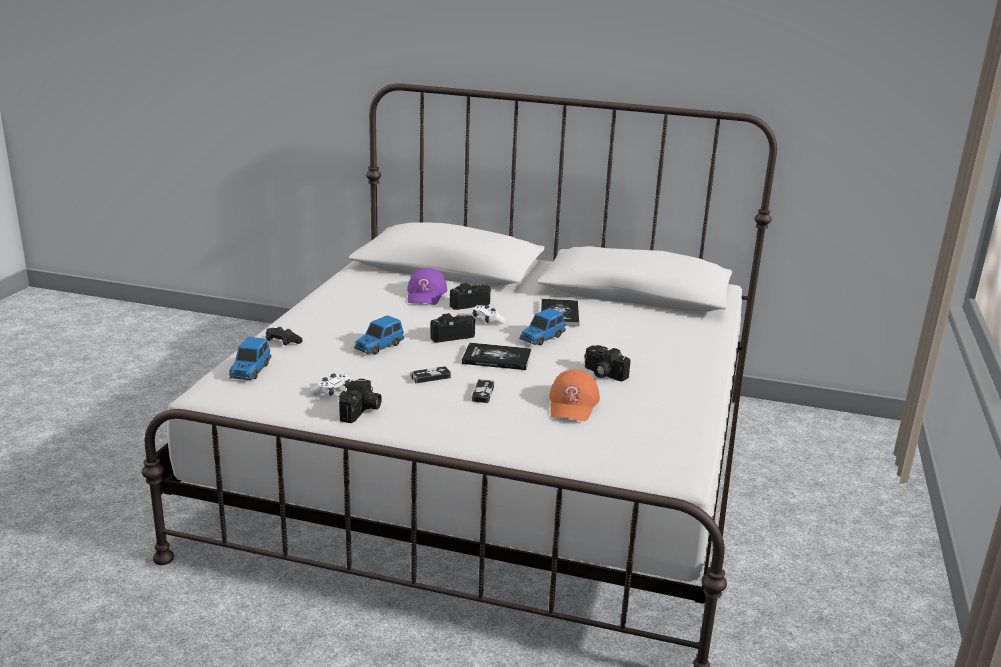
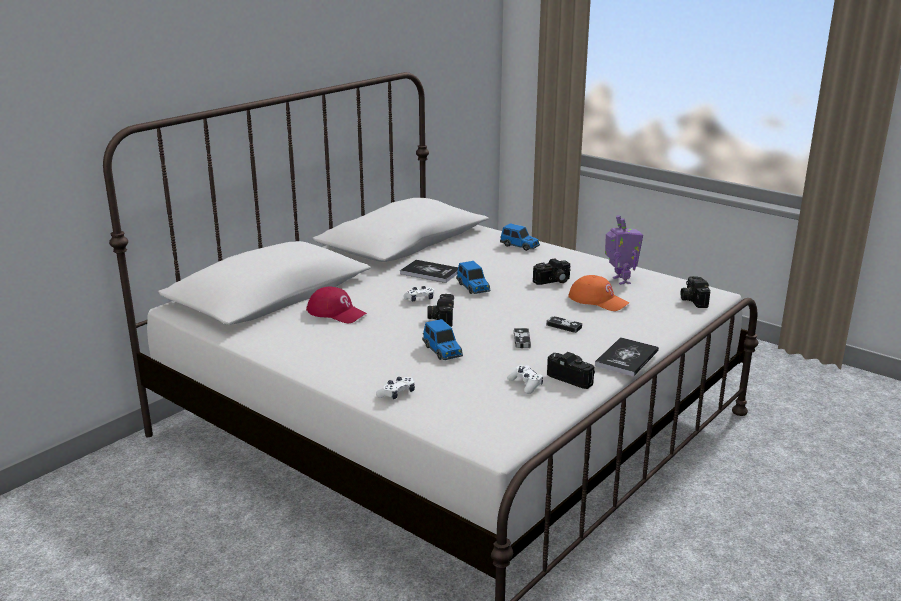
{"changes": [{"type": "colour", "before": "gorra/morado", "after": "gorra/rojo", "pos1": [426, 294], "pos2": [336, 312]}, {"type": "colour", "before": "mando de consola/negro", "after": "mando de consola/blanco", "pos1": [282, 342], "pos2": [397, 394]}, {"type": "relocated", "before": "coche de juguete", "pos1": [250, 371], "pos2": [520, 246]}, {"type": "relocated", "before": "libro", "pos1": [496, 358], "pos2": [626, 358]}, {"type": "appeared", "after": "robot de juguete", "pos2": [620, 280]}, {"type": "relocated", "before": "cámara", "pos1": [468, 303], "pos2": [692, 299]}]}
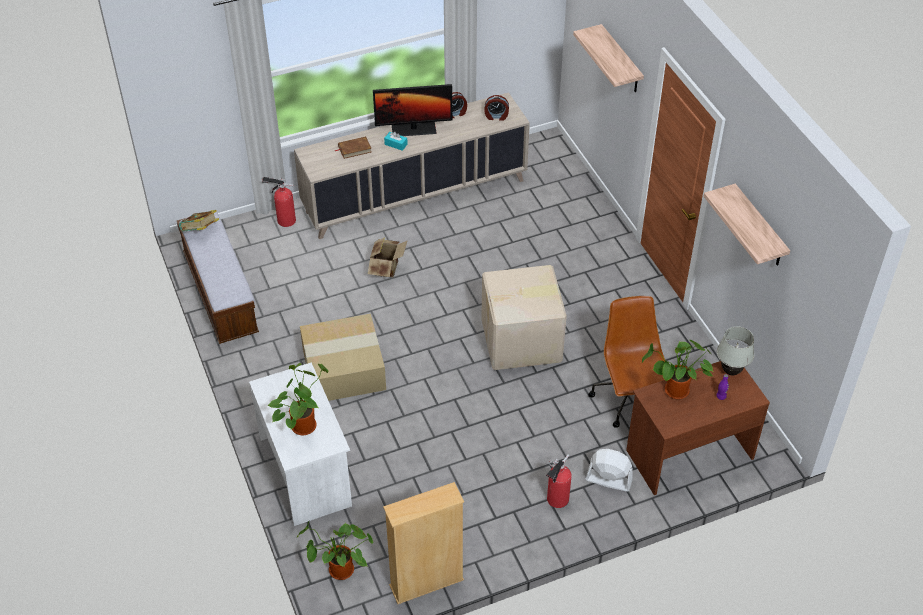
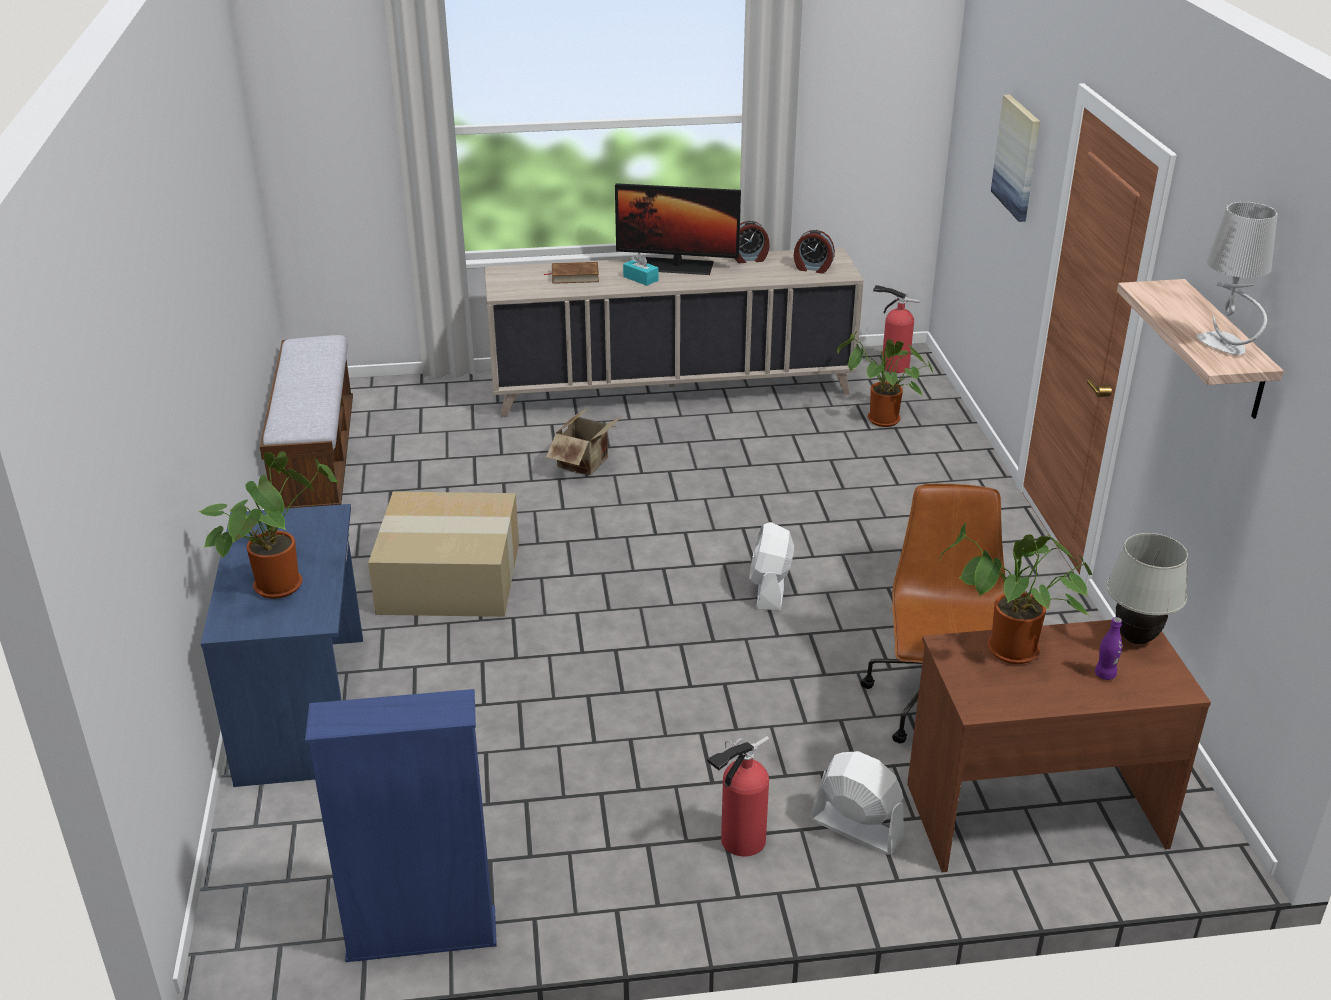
{"changes": [{"type": "colour", "before": "escritorio/blanco", "after": "escritorio/azul", "pos1": [306, 471], "pos2": [305, 707]}, {"type": "colour", "before": "estantería/beis", "after": "estantería/azul", "pos1": [426, 583], "pos2": [421, 935]}, {"type": "exchanged", "before": "caja de cartón", "after": "ventilador/blanco", "pos1": [522, 341], "pos2": [769, 589]}, {"type": "relocated", "before": "planta en maceta", "pos1": [338, 572], "pos2": [880, 421]}, {"type": "relocated", "before": "extintor", "pos1": [284, 220], "pos2": [892, 366]}, {"type": "exchanged", "before": "estante", "after": "cuadro", "pos1": [621, 60], "pos2": [1017, 157]}, {"type": "appeared", "after": "lámpara de mesa/gris", "pos2": [1223, 344]}, {"type": "missing", "before": "libro", "pos1": [200, 231]}]}
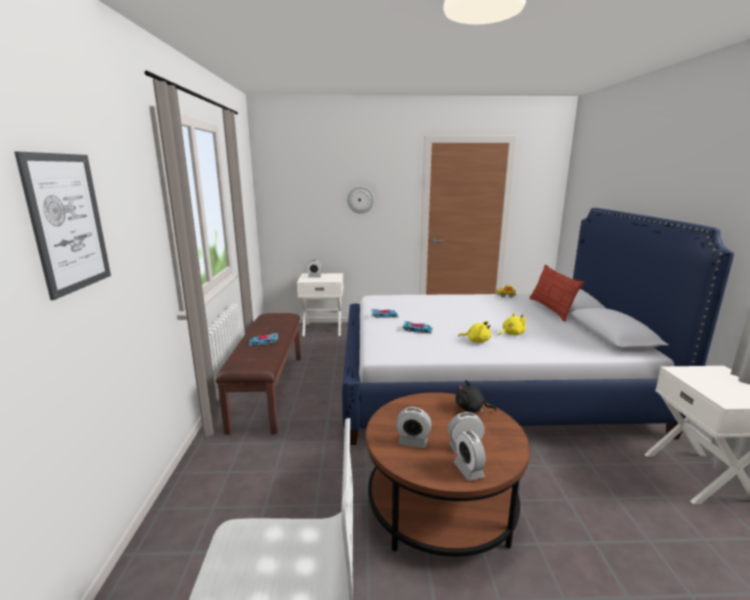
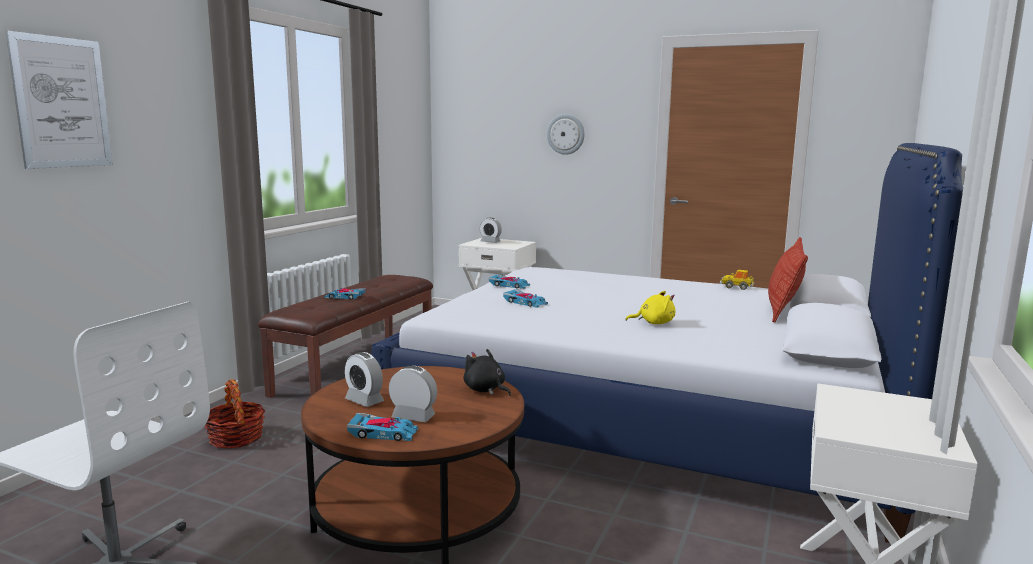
{"changes": [{"type": "appeared", "after": "cesta", "pos2": [236, 438]}, {"type": "exchanged", "before": "despertador", "after": "coche de juguete", "pos1": [468, 470], "pos2": [383, 433]}, {"type": "missing", "before": "peluche/amarillo", "pos1": [476, 341]}]}
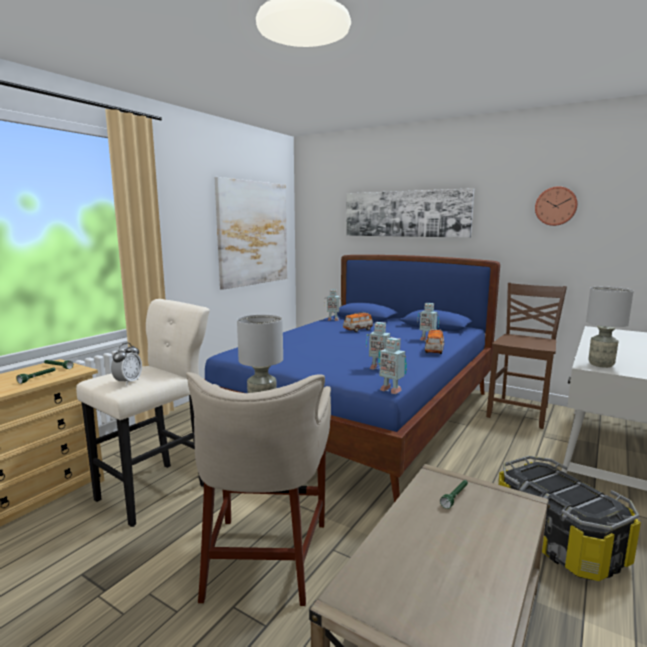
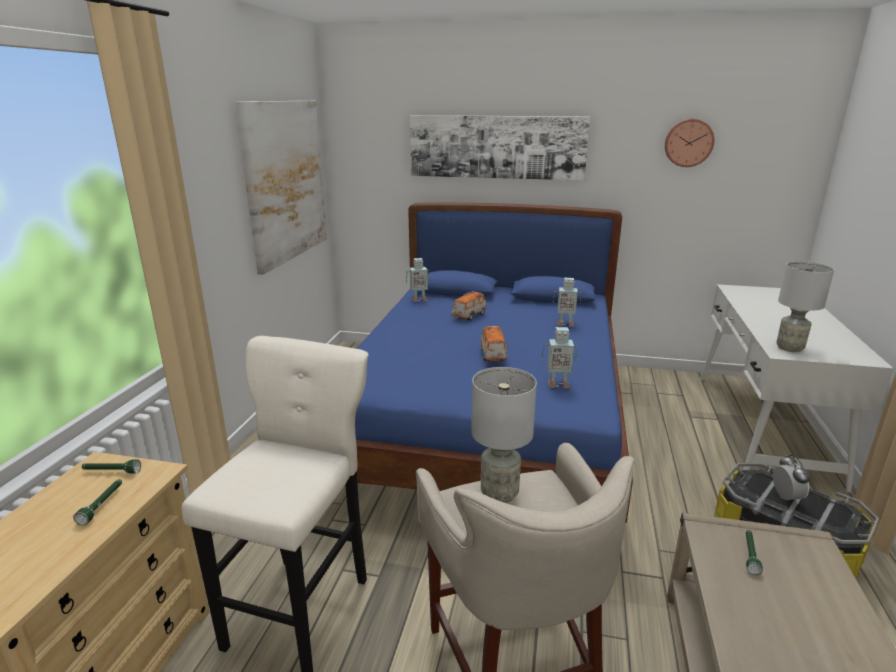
{"changes": [{"type": "relocated", "before": "coche de juguete", "pos1": [434, 351], "pos2": [493, 355]}, {"type": "relocated", "before": "despertador", "pos1": [128, 382], "pos2": [786, 497]}, {"type": "missing", "before": "robot de juguete", "pos1": [391, 390]}, {"type": "missing", "before": "silla/marrón", "pos1": [520, 412]}]}
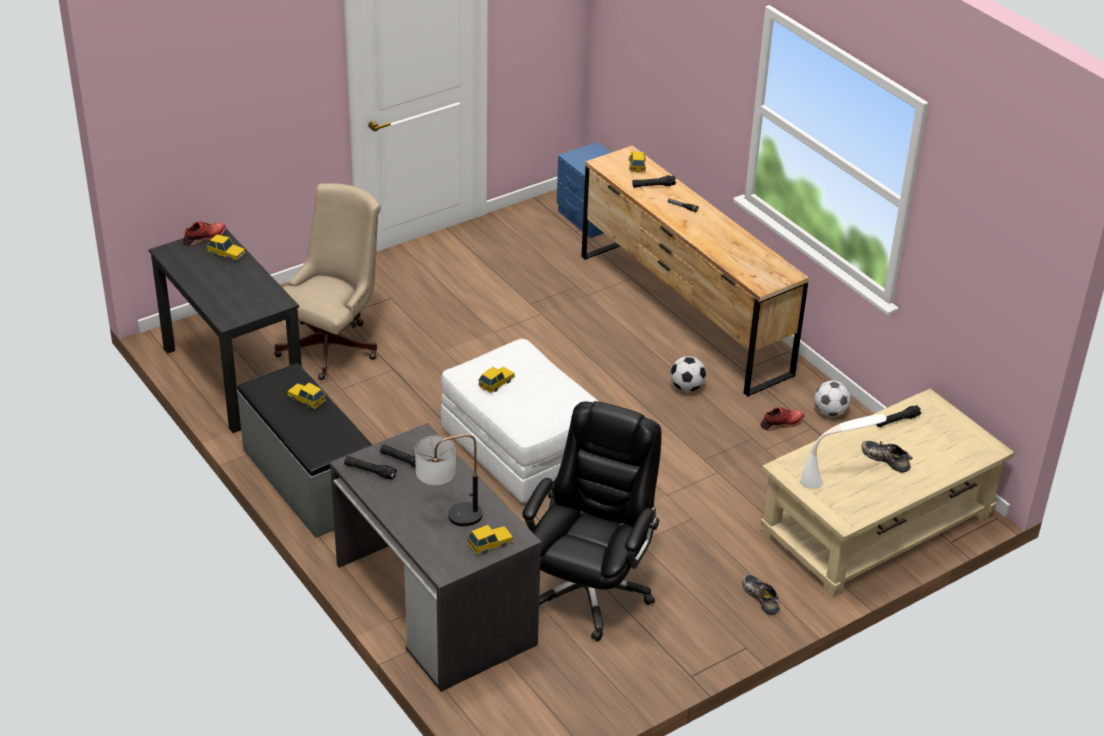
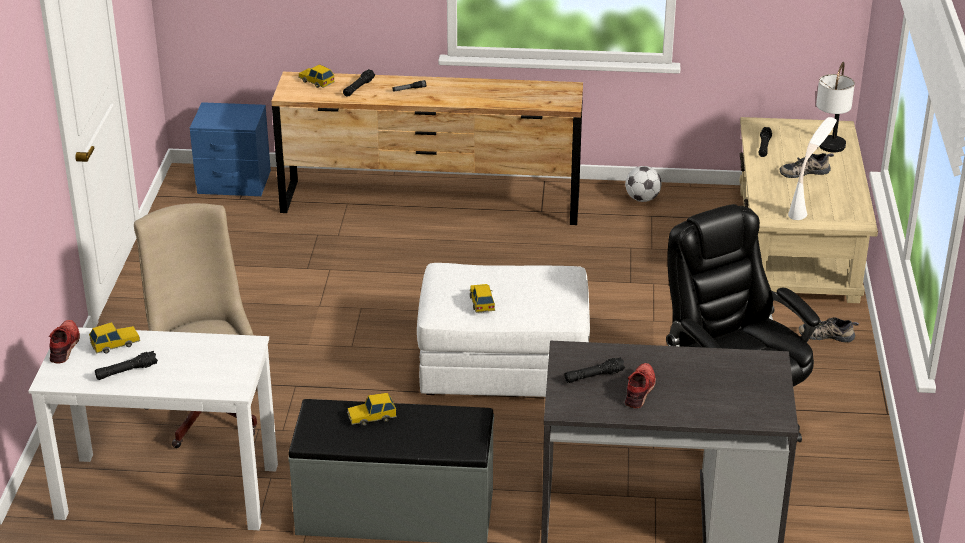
{"changes": [{"type": "colour", "before": "escritorio/negro", "after": "escritorio/blanco", "pos1": [232, 376], "pos2": [167, 491]}, {"type": "relocated", "before": "linterna/negro", "pos1": [370, 471], "pos2": [126, 371]}, {"type": "relocated", "before": "zapato/rojo", "pos1": [782, 423], "pos2": [640, 390]}, {"type": "relocated", "before": "lámpara de mesa", "pos1": [448, 519], "pos2": [829, 152]}, {"type": "missing", "before": "coche de juguete", "pos1": [490, 544]}, {"type": "missing", "before": "balón de fútbol", "pos1": [687, 387]}]}
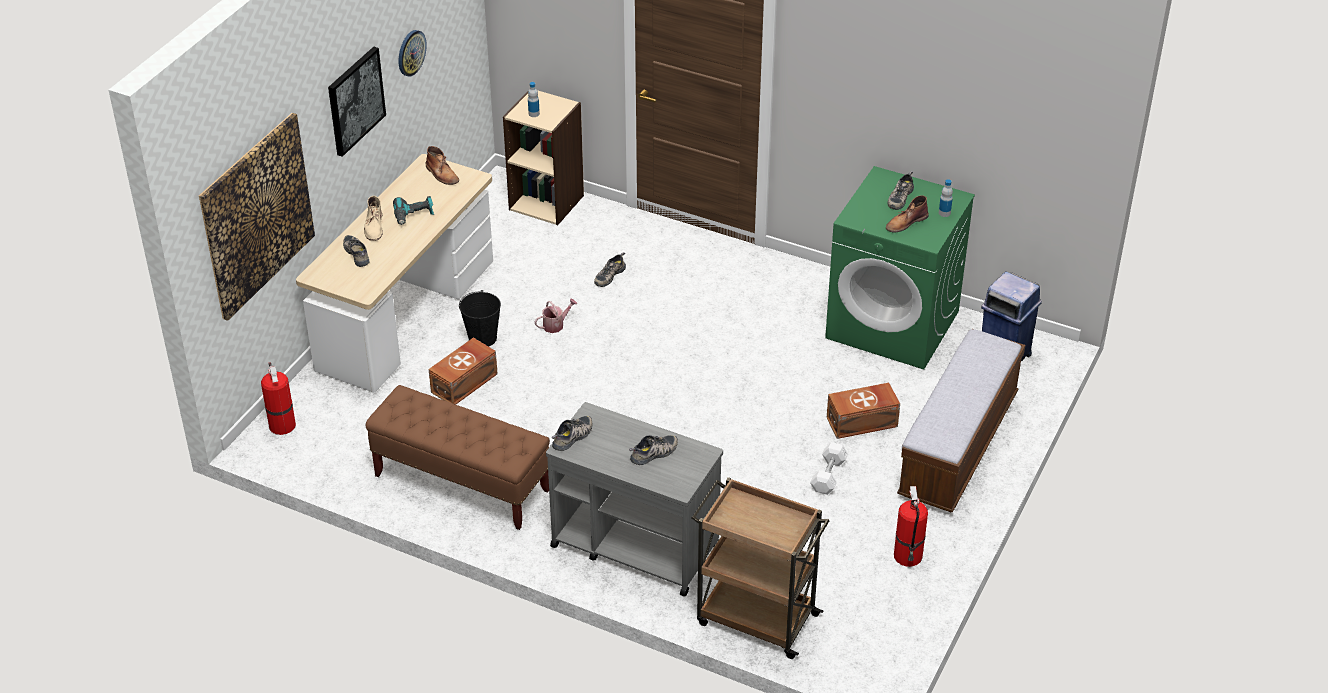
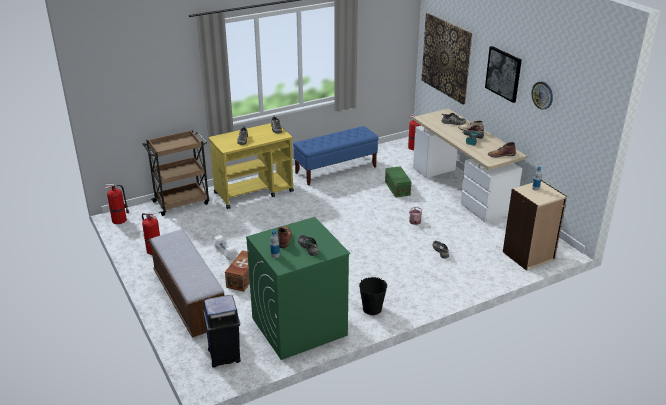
{"changes": [{"type": "appeared", "after": "extintor", "pos2": [120, 220]}, {"type": "colour", "before": "carrito/gris", "after": "carrito/amarillo", "pos1": [634, 545], "pos2": [254, 192]}, {"type": "colour", "before": "banco/marrón", "after": "banco/azul", "pos1": [461, 483], "pos2": [336, 170]}, {"type": "relocated", "before": "cubo/negro", "pos1": [482, 338], "pos2": [372, 309]}, {"type": "colour", "before": "caja de almacenaje/marrón", "after": "caja de almacenaje/verde", "pos1": [465, 383], "pos2": [397, 189]}]}
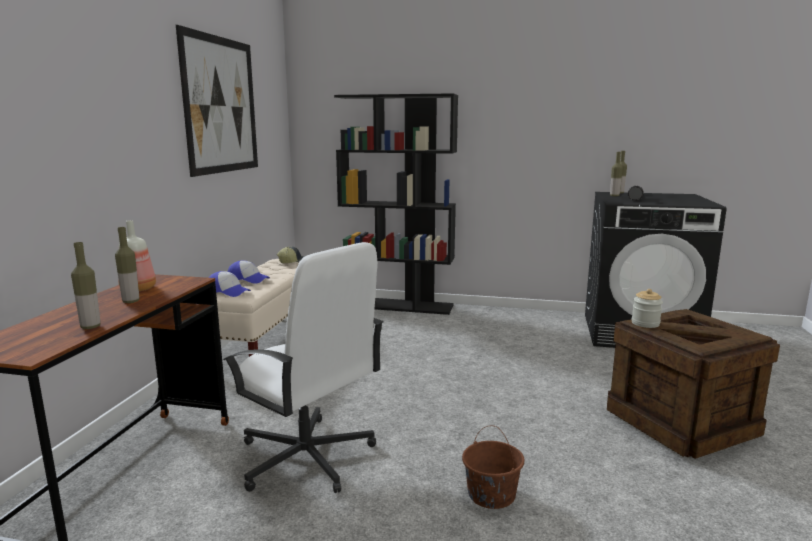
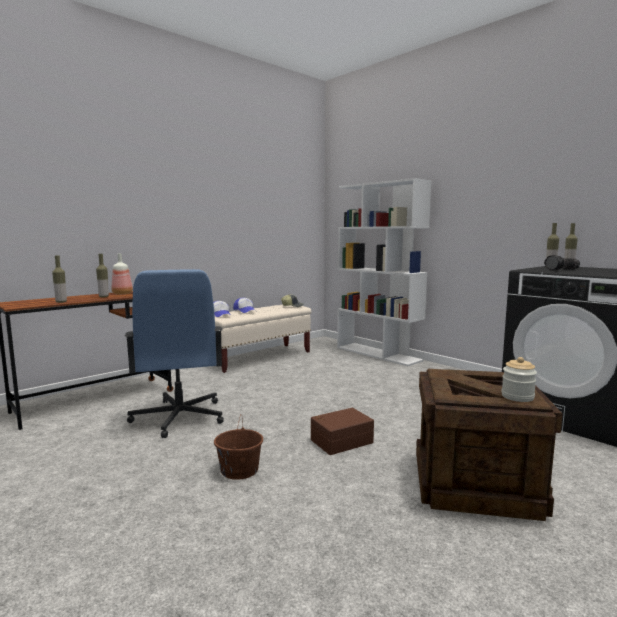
{"changes": [{"type": "colour", "before": "silla de oficina/blanco", "after": "silla de oficina/azul", "pos1": [307, 458], "pos2": [179, 417]}, {"type": "appeared", "after": "caja de almacenaje/marrón", "pos2": [340, 440]}, {"type": "colour", "before": "estantería/negro", "after": "estantería/blanco", "pos1": [398, 305], "pos2": [378, 354]}, {"type": "relocated", "before": "tarro", "pos1": [645, 323], "pos2": [517, 397]}, {"type": "missing", "before": "cuadro", "pos1": [221, 105]}]}
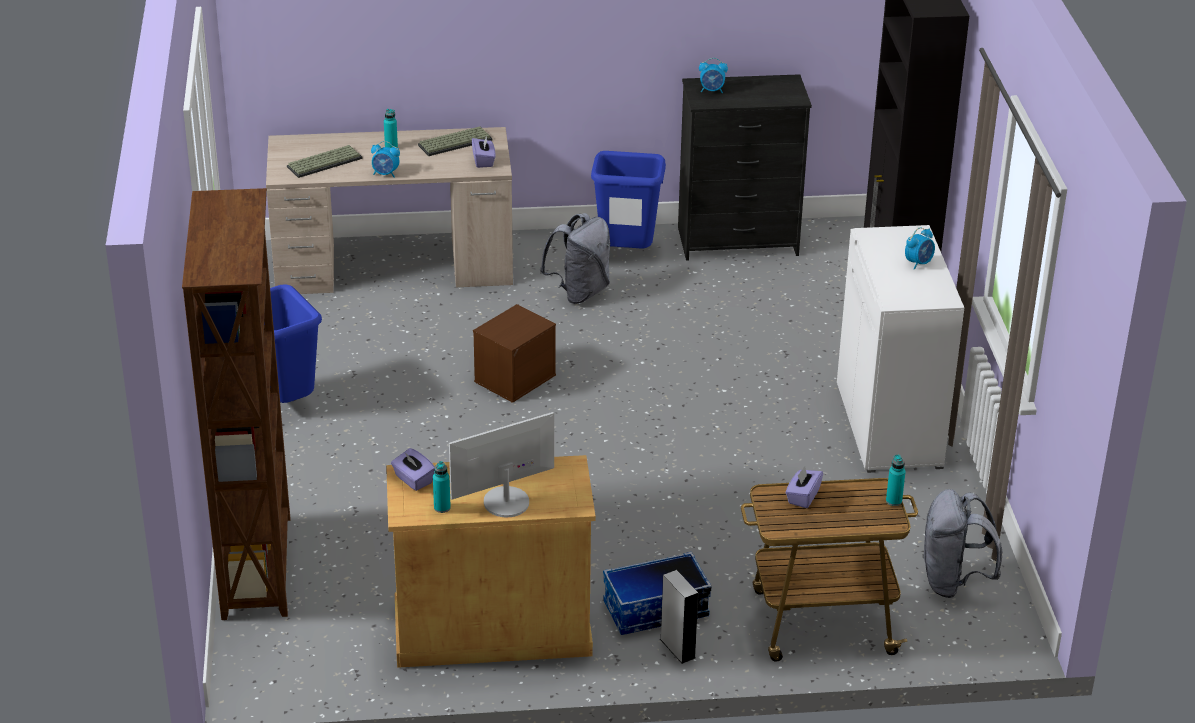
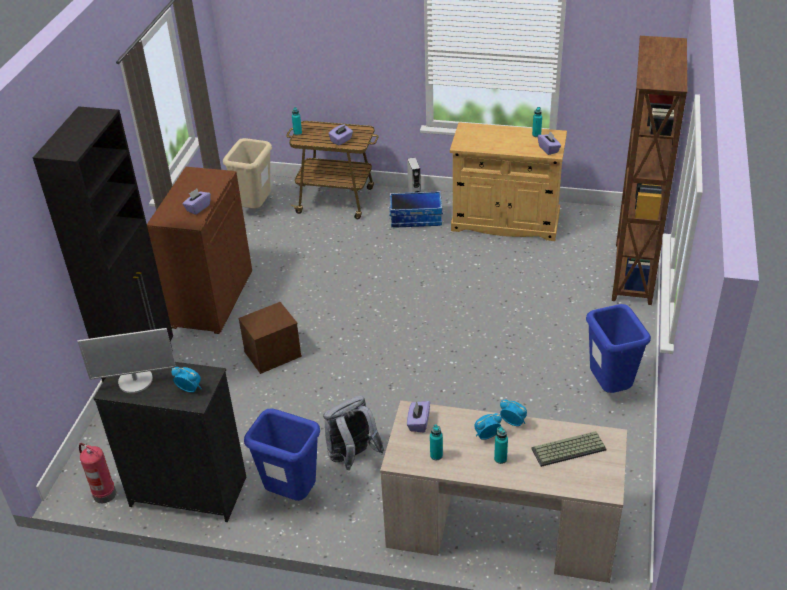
{"changes": [{"type": "relocated", "before": "monitor", "pos1": [505, 502], "pos2": [135, 381]}, {"type": "appeared", "after": "extintor", "pos2": [103, 494]}, {"type": "colour", "before": "armario/blanco", "after": "armario/marrón", "pos1": [890, 426], "pos2": [212, 298]}, {"type": "appeared", "after": "caja de pañuelos/morado", "pos2": [198, 208]}, {"type": "exchanged", "before": "mochila/gris", "after": "papelera/beis", "pos1": [953, 582], "pos2": [256, 209]}, {"type": "relocated", "before": "caja de almacenaje/marrón", "pos1": [515, 377], "pos2": [272, 354]}, {"type": "exchanged", "before": "teclado", "after": "botella/turquesa", "pos1": [455, 142], "pos2": [436, 455]}, {"type": "relocated", "before": "despertador", "pos1": [918, 263], "pos2": [486, 436]}]}
